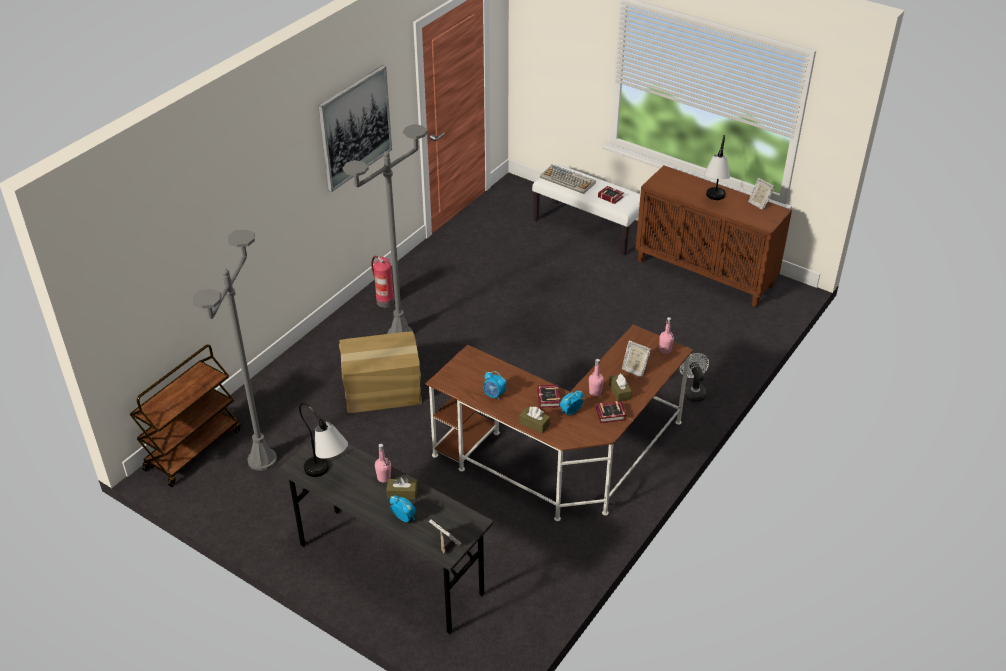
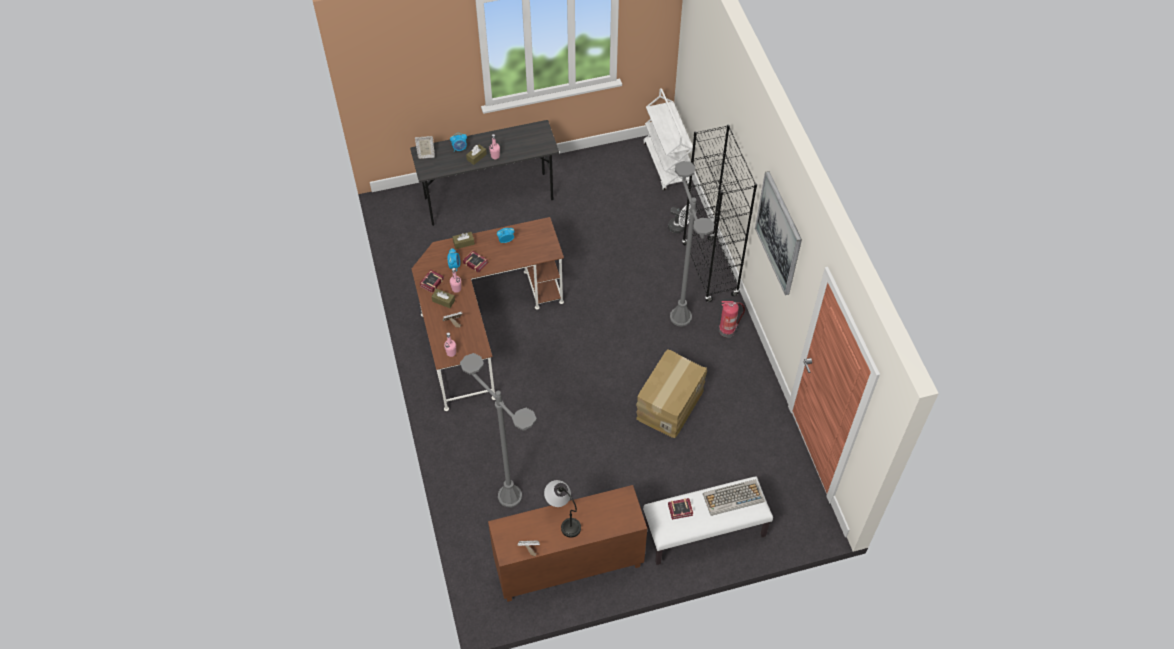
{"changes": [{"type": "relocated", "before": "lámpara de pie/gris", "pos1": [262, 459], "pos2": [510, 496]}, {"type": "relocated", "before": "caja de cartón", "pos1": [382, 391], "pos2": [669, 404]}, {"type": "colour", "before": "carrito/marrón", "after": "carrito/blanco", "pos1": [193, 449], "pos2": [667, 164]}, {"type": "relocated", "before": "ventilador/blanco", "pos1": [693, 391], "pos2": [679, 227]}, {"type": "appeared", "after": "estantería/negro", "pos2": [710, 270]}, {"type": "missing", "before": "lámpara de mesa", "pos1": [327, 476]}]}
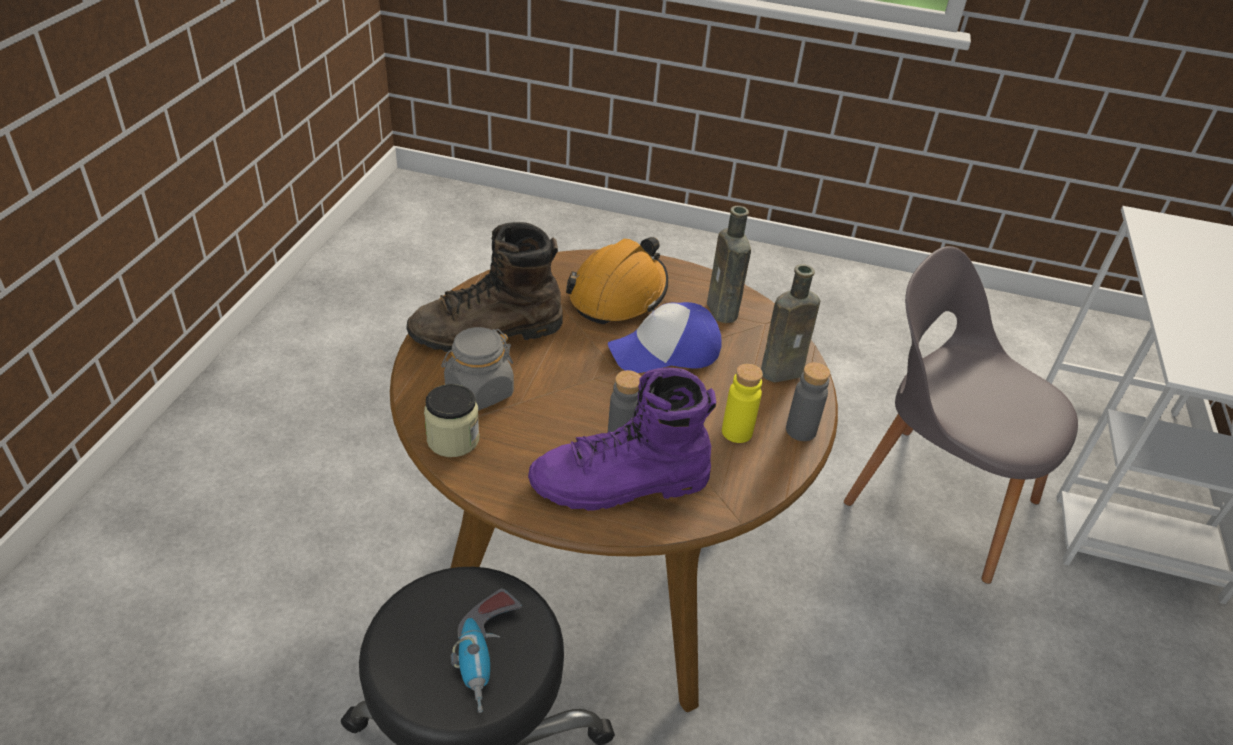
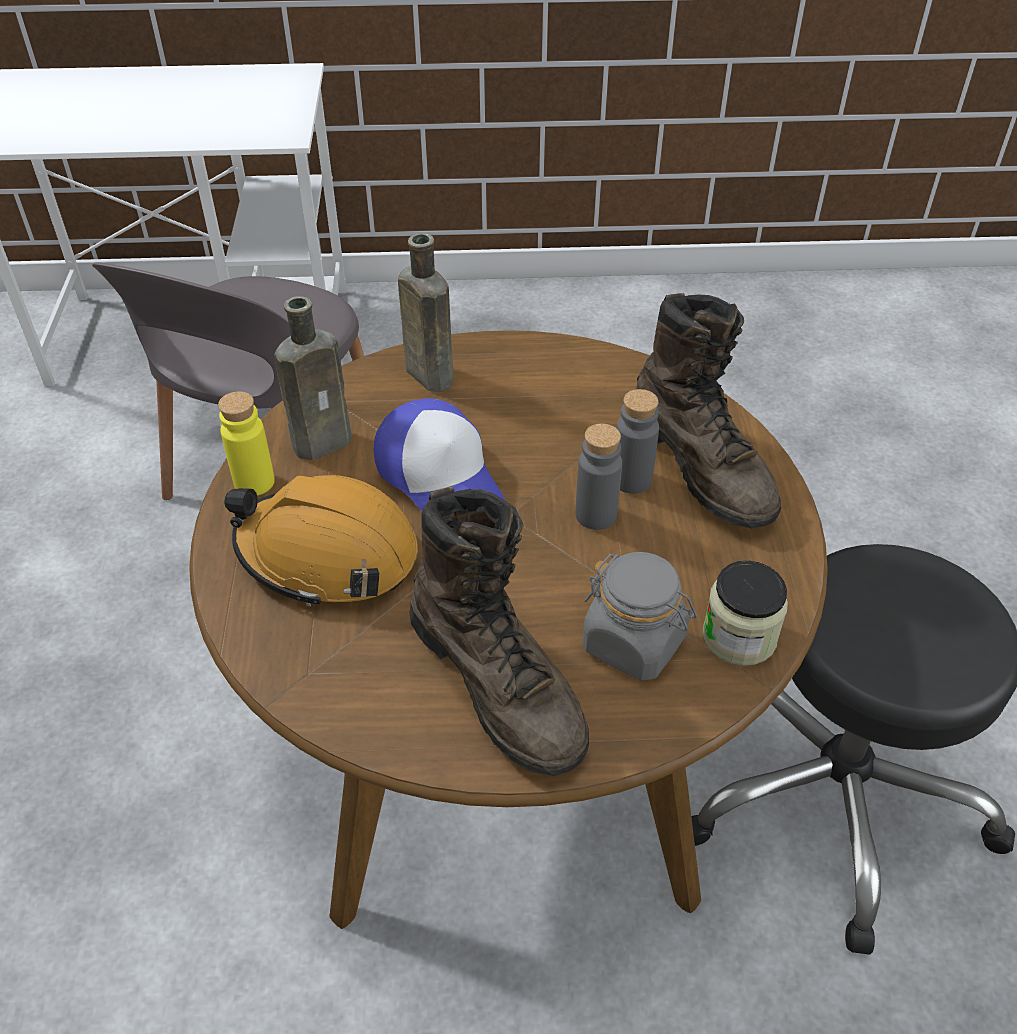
{"changes": [{"type": "relocated", "before": "botella/amarillo", "pos1": [737, 432], "pos2": [254, 482]}, {"type": "relocated", "before": "botella/gris", "pos1": [800, 430], "pos2": [596, 515]}, {"type": "colour", "before": "bota/morado", "after": "bota/marrón", "pos1": [620, 485], "pos2": [702, 465]}, {"type": "missing", "before": "taladro", "pos1": [489, 657]}]}
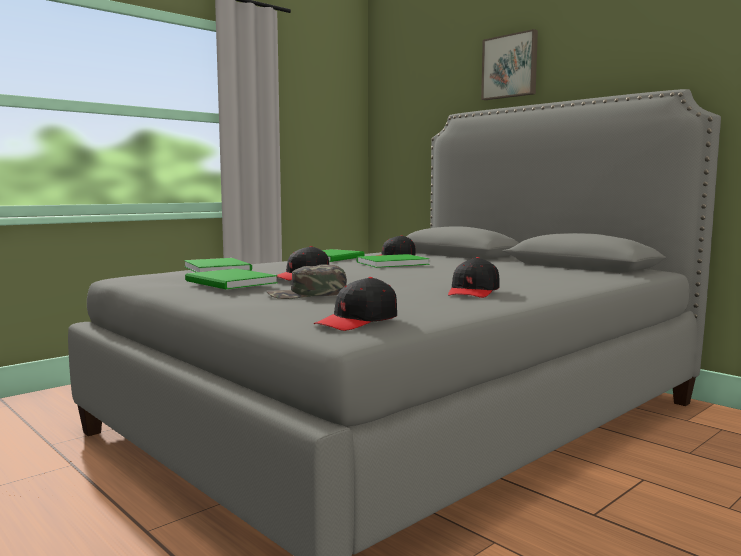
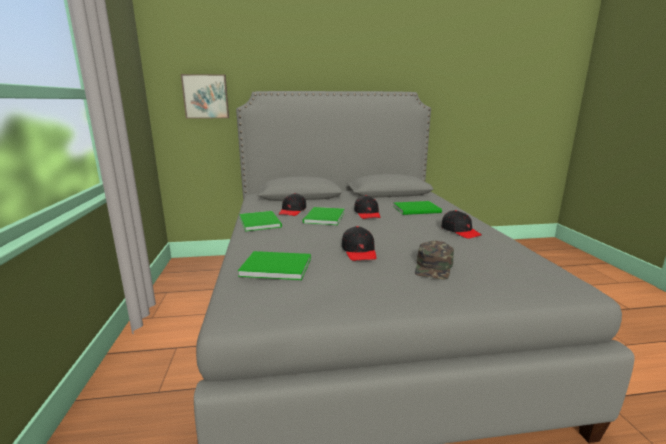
{"changes": [{"type": "relocated", "before": "cuadro", "pos1": [510, 66], "pos2": [206, 96]}, {"type": "relocated", "before": "gorra/negro", "pos1": [357, 321], "pos2": [367, 213]}, {"type": "relocated", "before": "libro/verde", "pos1": [230, 282], "pos2": [418, 209]}]}
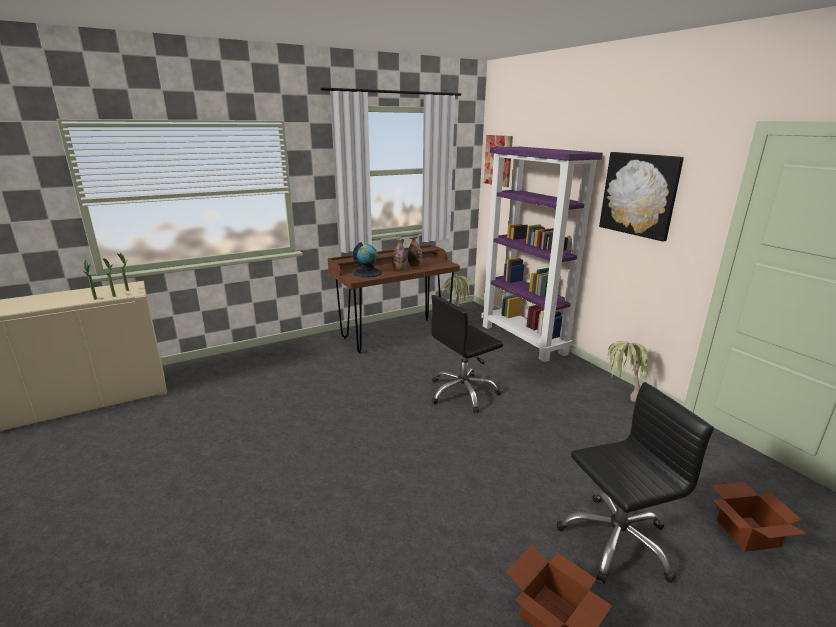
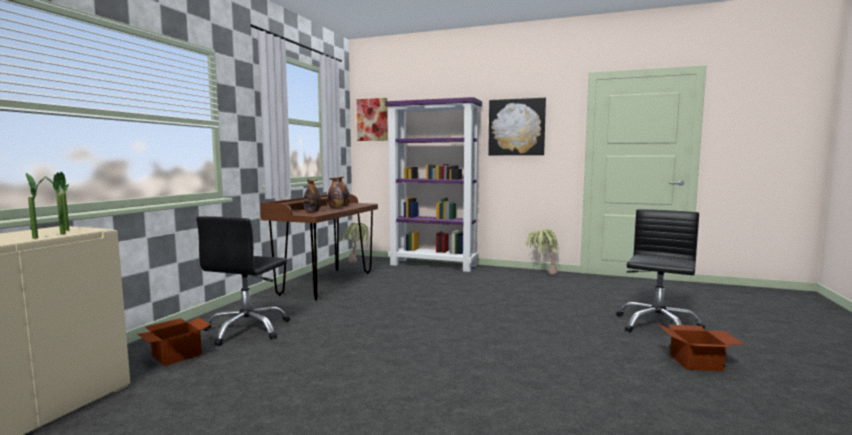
{"changes": [{"type": "relocated", "before": "caja de cartón", "pos1": [747, 532], "pos2": [177, 354]}, {"type": "relocated", "before": "silla de oficina/negro", "pos1": [462, 393], "pos2": [247, 330]}, {"type": "exchanged", "before": "globo terráqueo", "after": "botella", "pos1": [367, 272], "pos2": [312, 211]}]}
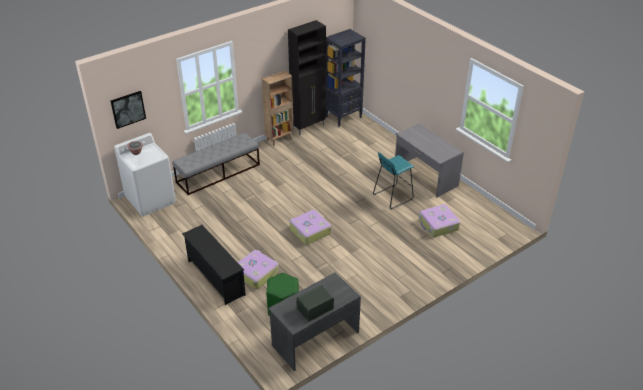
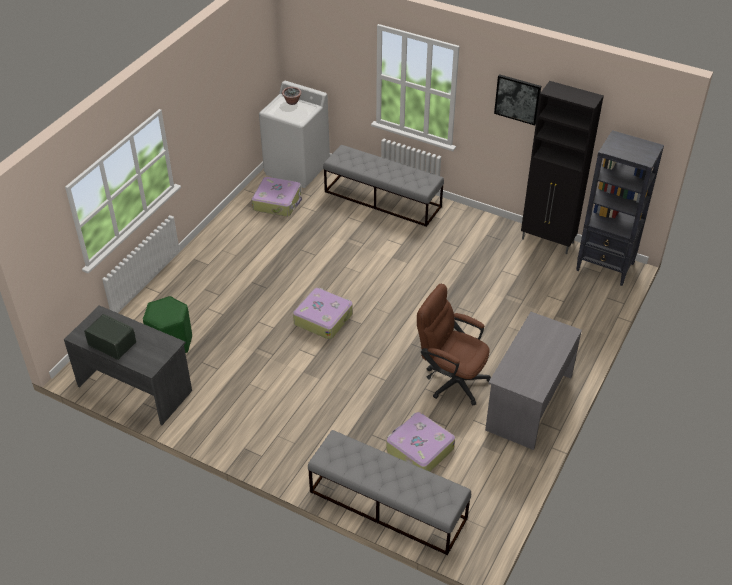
{"changes": [{"type": "relocated", "before": "maleta", "pos1": [256, 273], "pos2": [277, 202]}, {"type": "appeared", "after": "banco/gris", "pos2": [387, 505]}, {"type": "exchanged", "before": "taburete/turquesa", "after": "silla de oficina/marrón", "pos1": [392, 197], "pos2": [451, 379]}, {"type": "relocated", "before": "cuadro", "pos1": [128, 109], "pos2": [517, 99]}, {"type": "missing", "before": "zapatero/negro", "pos1": [215, 278]}, {"type": "missing", "before": "estantería/marrón", "pos1": [279, 139]}]}
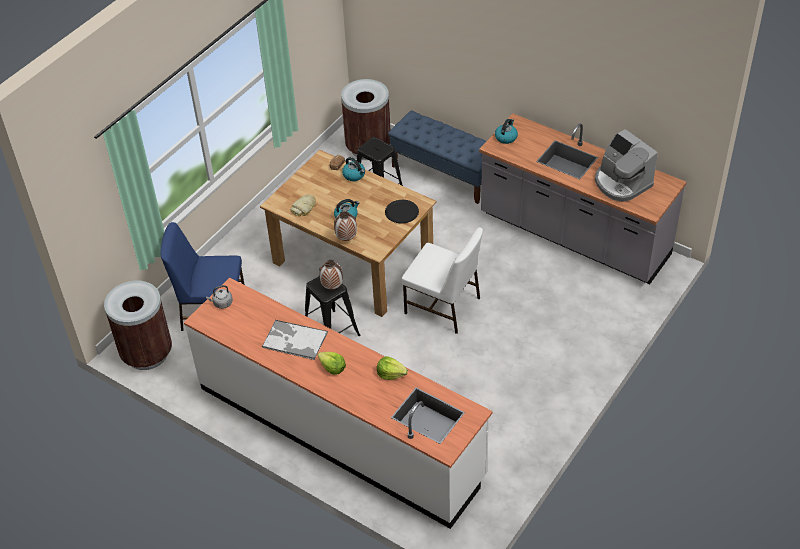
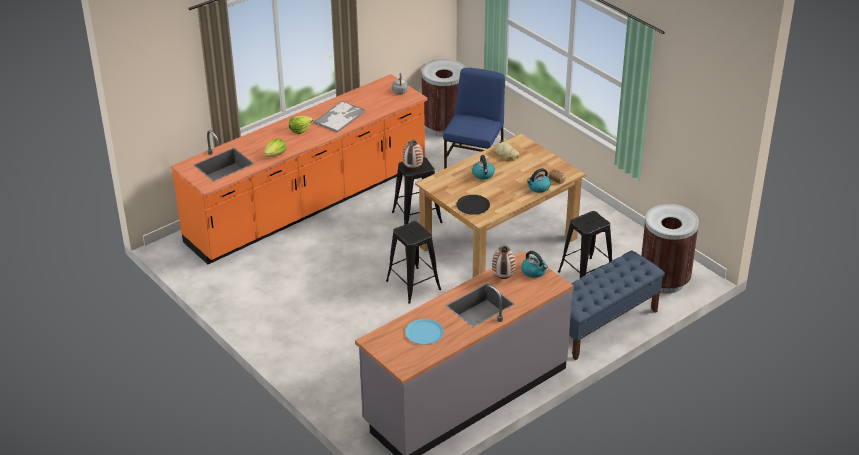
{"changes": [{"type": "colour", "before": "mueble bajo de cocina/blanco", "after": "mueble bajo de cocina/naranja", "pos1": [340, 431], "pos2": [308, 205]}, {"type": "exchanged", "before": "silla/blanco", "after": "taburete/negro", "pos1": [443, 306], "pos2": [413, 285]}, {"type": "exchanged", "before": "cafetera", "after": "plato/azul", "pos1": [621, 183], "pos2": [424, 332]}, {"type": "relocated", "before": "florero", "pos1": [346, 239], "pos2": [503, 277]}]}
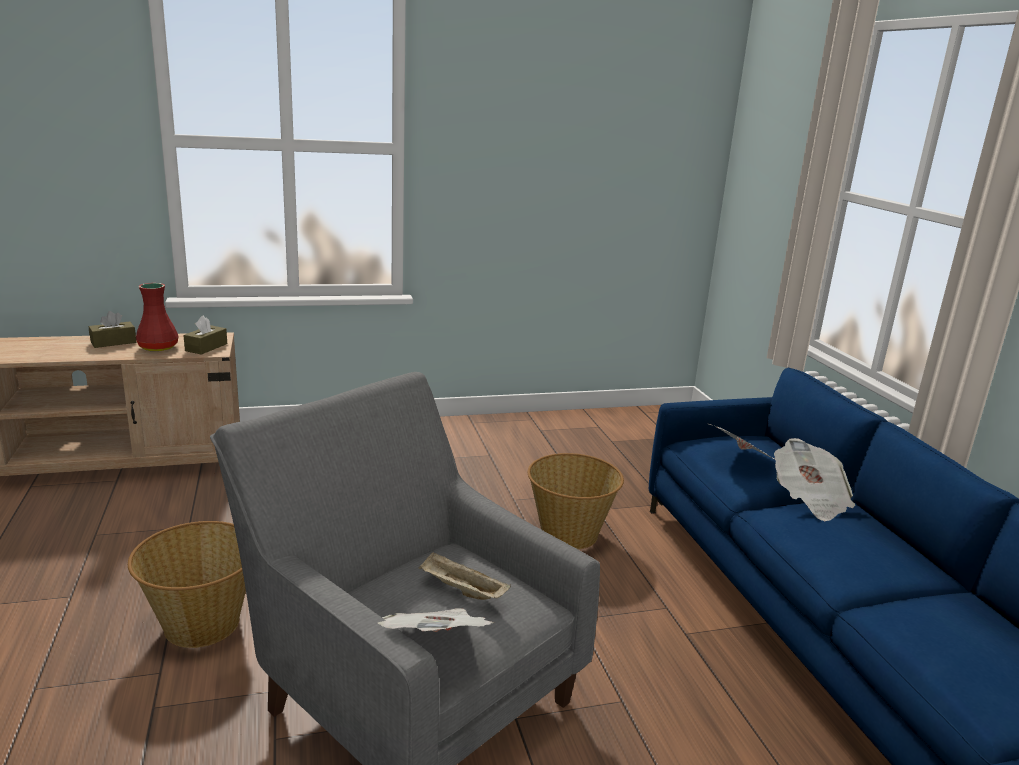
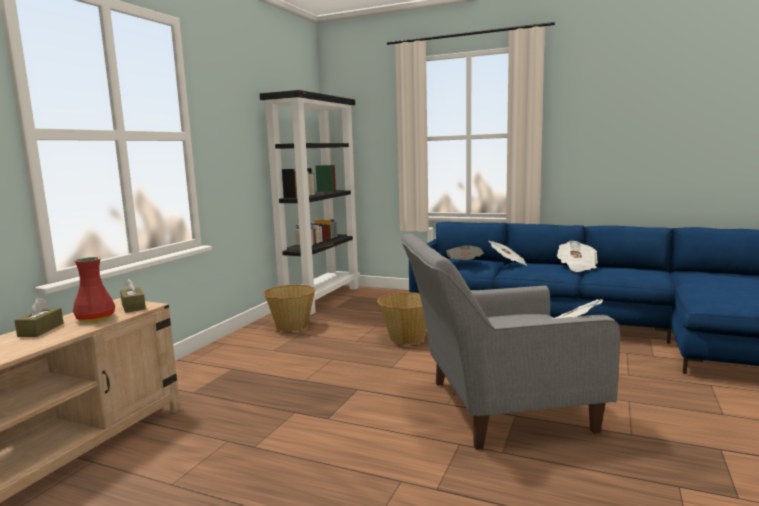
{"changes": [{"type": "appeared", "after": "estantería/negro", "pos2": [321, 298]}, {"type": "relocated", "before": "cesta", "pos1": [201, 623], "pos2": [291, 326]}, {"type": "appeared", "after": "periódico", "pos2": [576, 267]}, {"type": "missing", "before": "bandeja/beis", "pos1": [461, 590]}]}
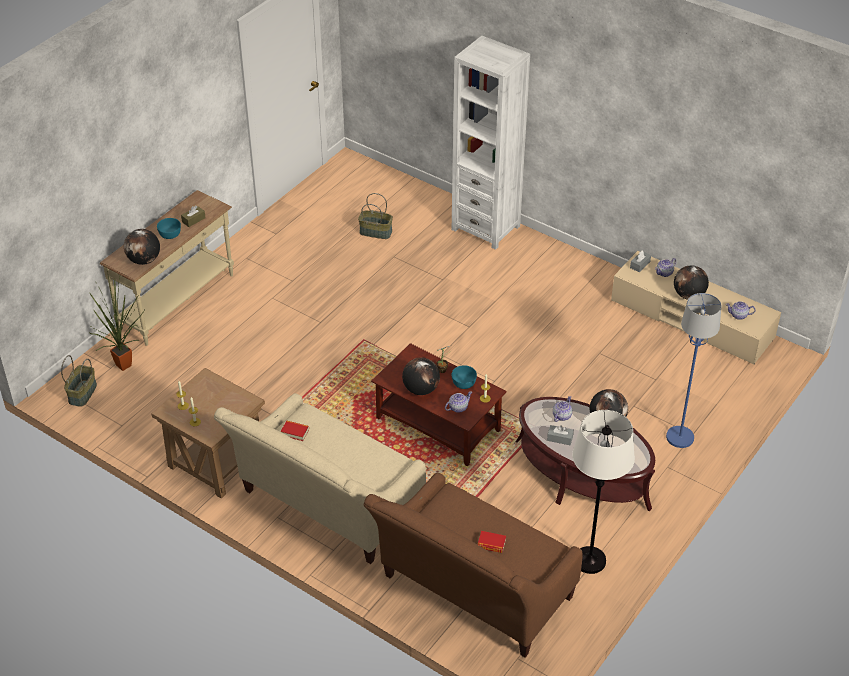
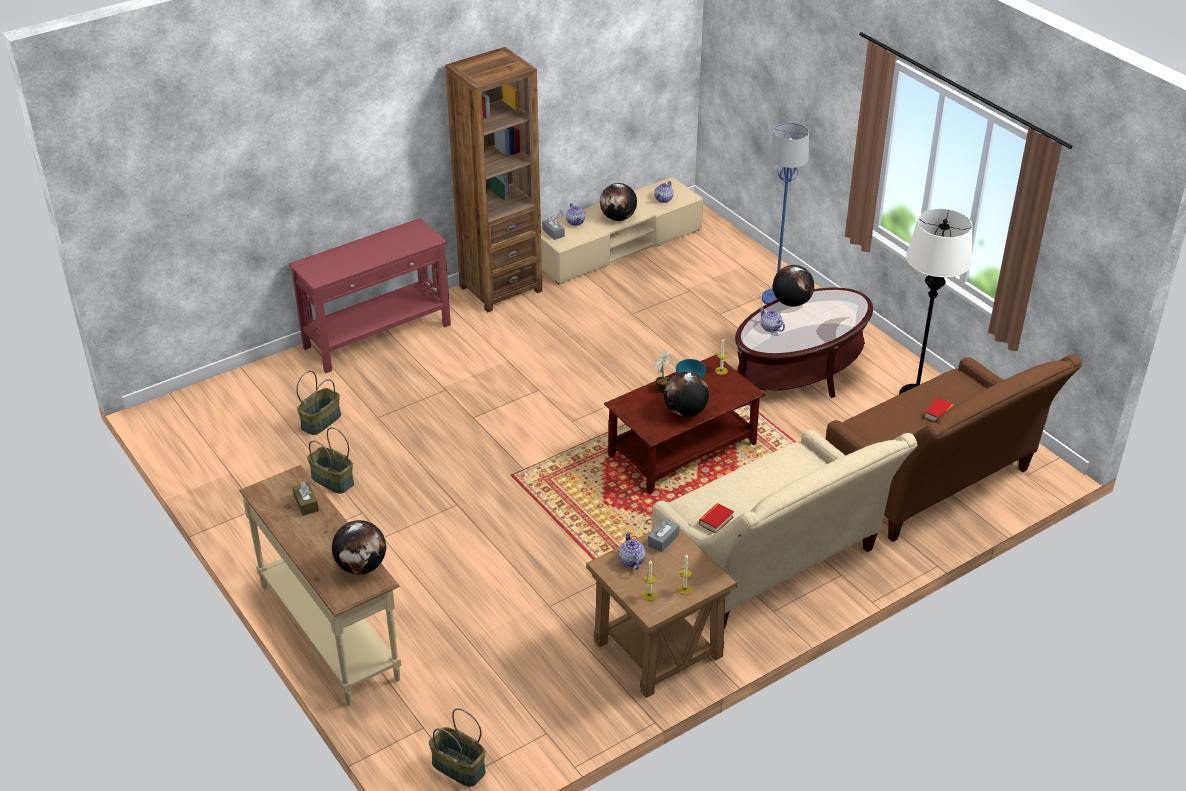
{"changes": [{"type": "exchanged", "before": "estantería/blanco", "after": "mesa consola/rojo", "pos1": [486, 228], "pos2": [378, 336]}, {"type": "appeared", "after": "cesta", "pos2": [331, 480]}, {"type": "appeared", "after": "estantería/marrón", "pos2": [500, 289]}, {"type": "relocated", "before": "tetera", "pos1": [458, 407], "pos2": [631, 561]}, {"type": "relocated", "before": "caja de pañuelos/gris", "pos1": [560, 438], "pos2": [663, 540]}, {"type": "missing", "before": "planta en maceta", "pos1": [126, 364]}, {"type": "missing", "before": "cuenco/turquesa", "pos1": [170, 234]}]}
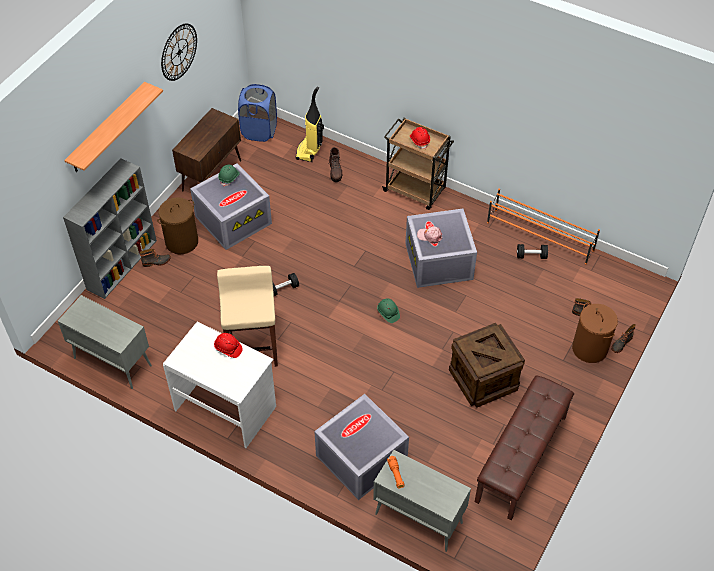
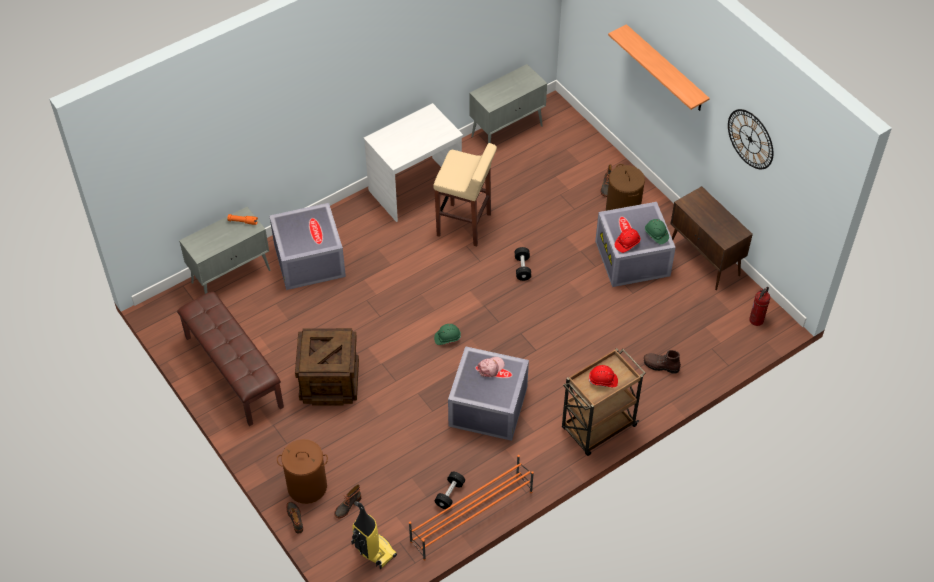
{"changes": [{"type": "relocated", "before": "aspiradora", "pos1": [309, 151], "pos2": [373, 550]}, {"type": "relocated", "before": "casco/rojo", "pos1": [228, 348], "pos2": [627, 243]}, {"type": "exchanged", "before": "cesto de la ropa/azul", "after": "extintor", "pos1": [259, 131], "pos2": [756, 320]}, {"type": "missing", "before": "estantería/gris", "pos1": [122, 264]}]}
